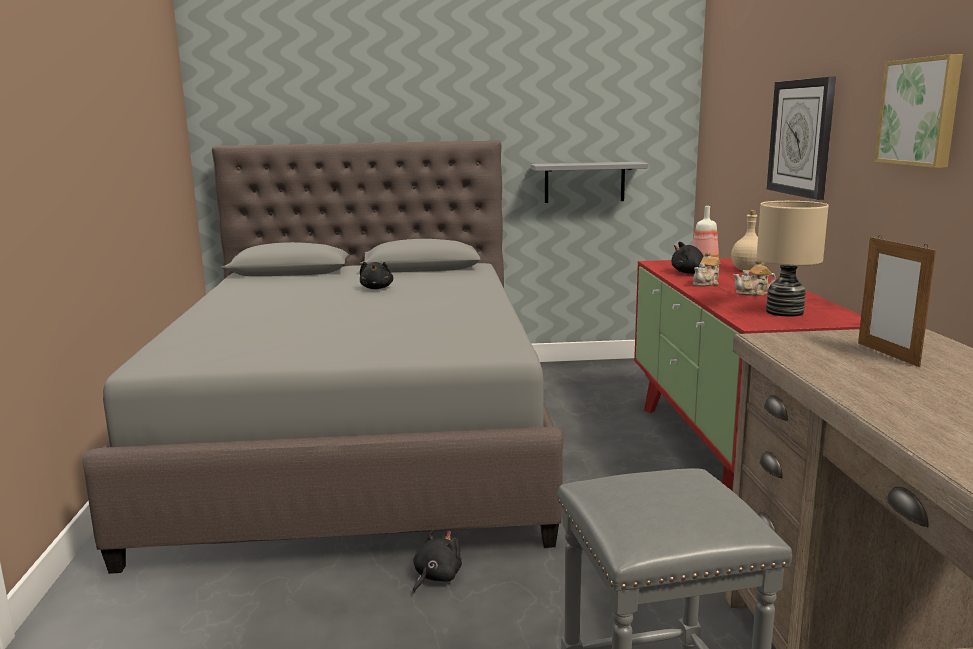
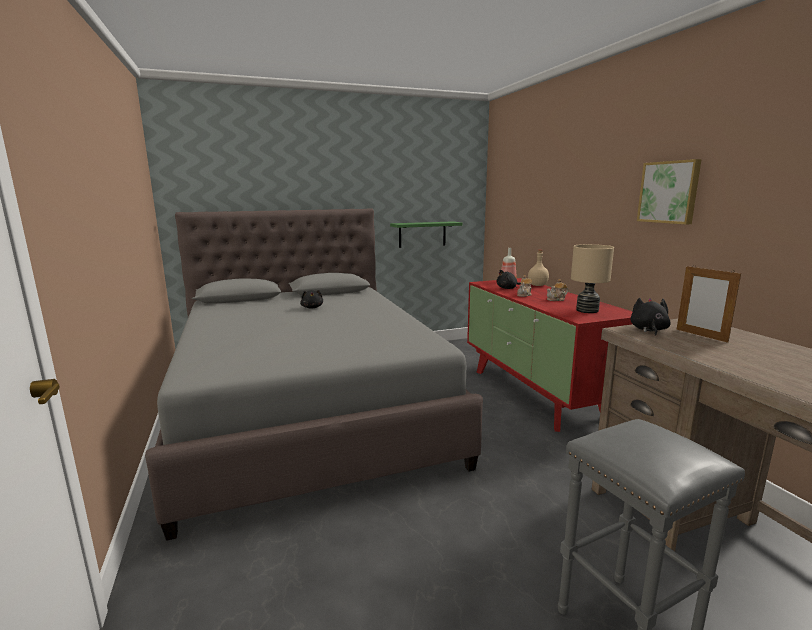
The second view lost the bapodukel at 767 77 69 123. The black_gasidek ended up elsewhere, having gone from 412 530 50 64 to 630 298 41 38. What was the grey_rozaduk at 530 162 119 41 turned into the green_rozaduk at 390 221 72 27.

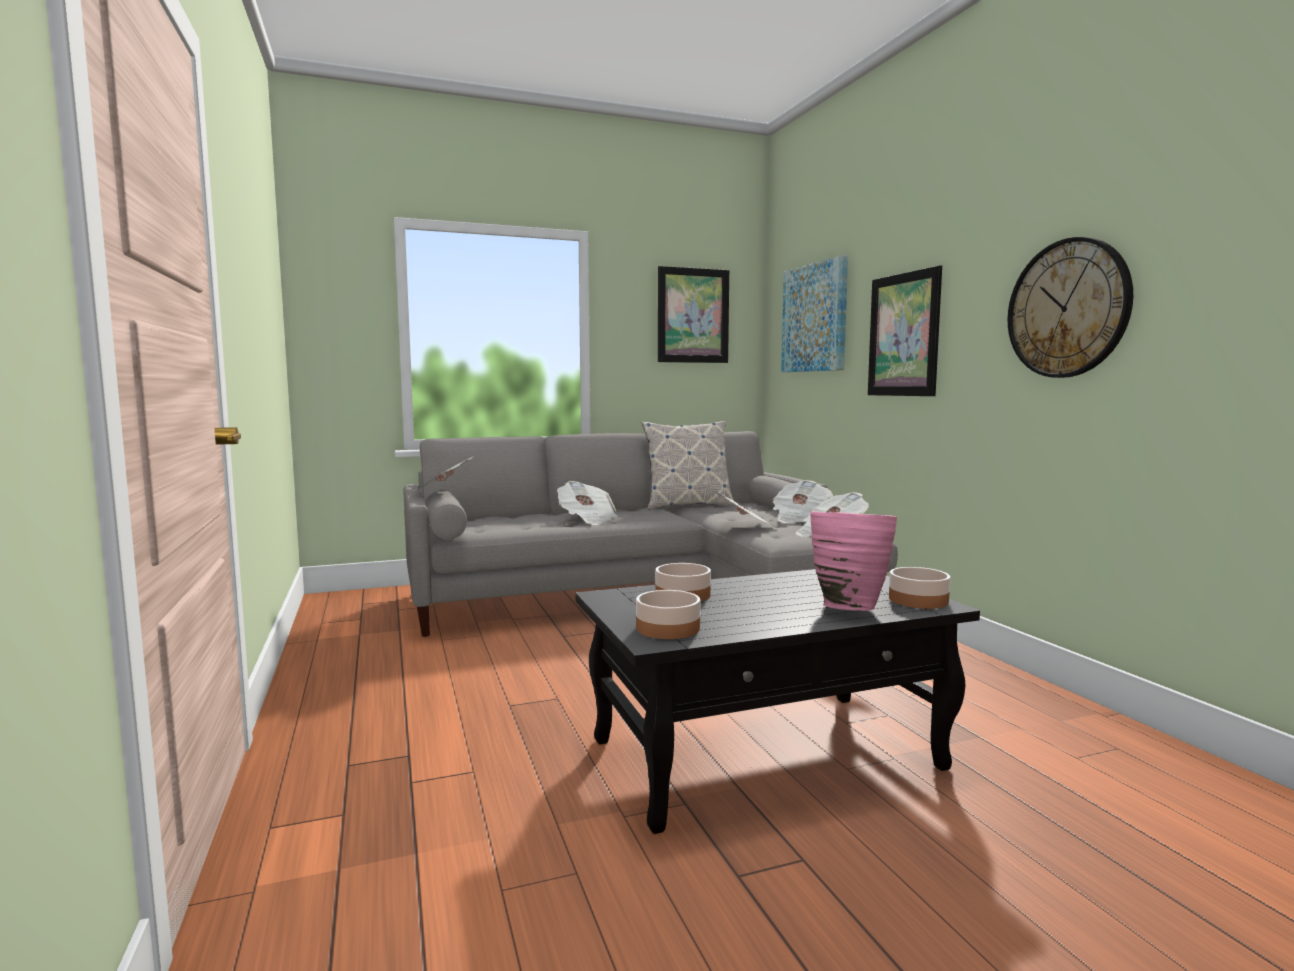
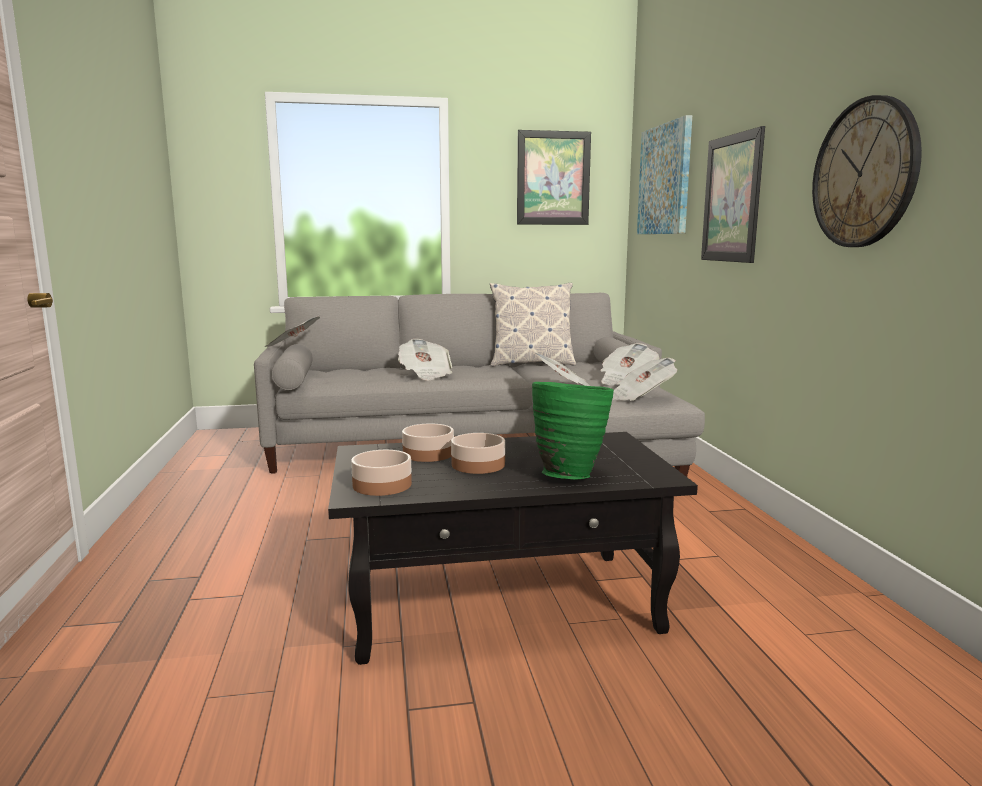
The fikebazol ended up elsewhere, having gone from 889 567 61 42 to 451 433 54 41. What was the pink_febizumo at 810 511 87 100 turned into the green_febizumo at 532 382 82 97.

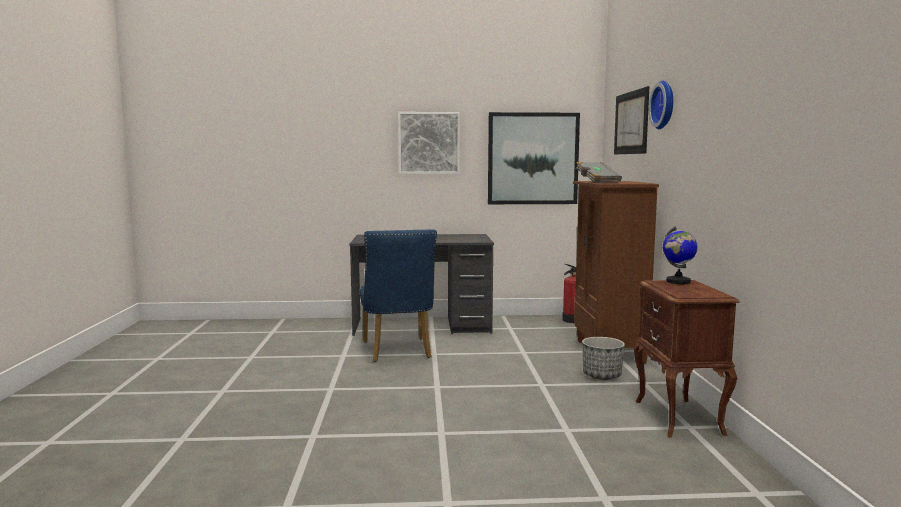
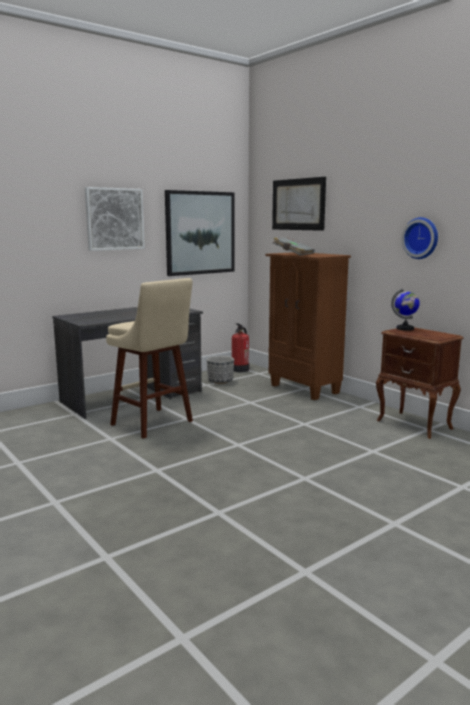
The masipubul ended up elsewhere, having gone from 582 337 43 43 to 206 356 28 28. The bapodukel ended up elsewhere, having gone from 649 80 24 49 to 401 217 37 42. Where the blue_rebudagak stood at 360 229 77 133, the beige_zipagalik came to stand at 106 278 87 161.

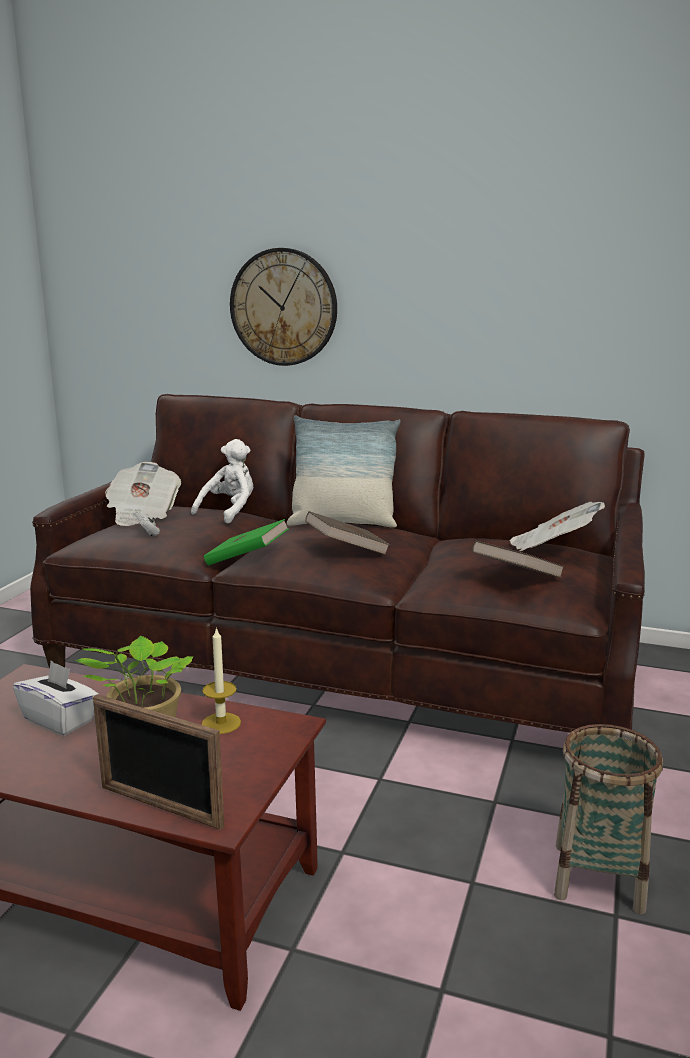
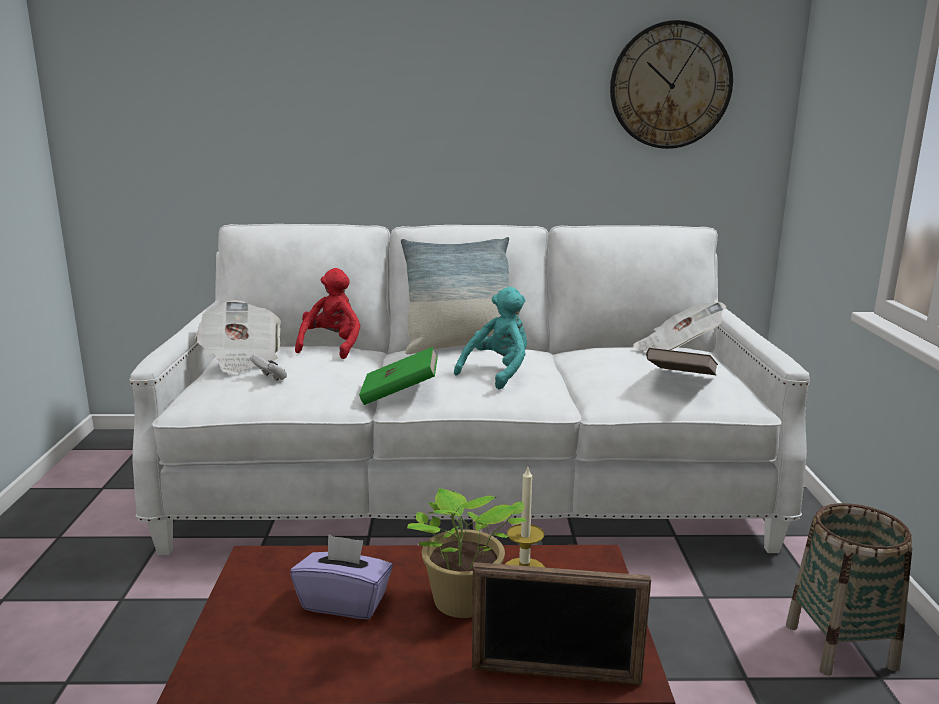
The bapodukel ended up elsewhere, having gone from 230 248 107 118 to 610 20 123 129. Where the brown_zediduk stood at 305 511 85 44, the turquoise_gasidek came to stand at 454 287 73 103. What was the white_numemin at 13 661 86 74 turned into the purple_numemin at 290 534 103 85. What was the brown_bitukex at 30 394 615 339 turned into the white_bitukex at 129 224 681 331. What was the white_gasidek at 191 439 62 85 turned into the red_gasidek at 295 268 65 91.

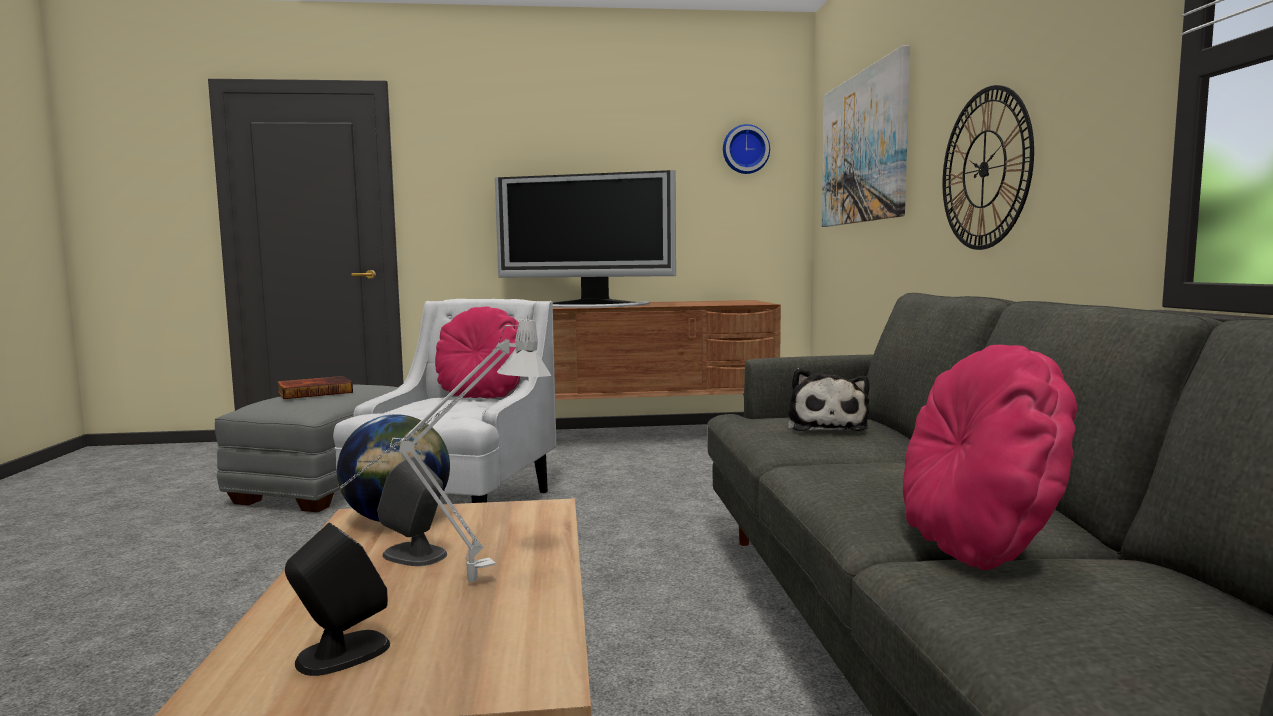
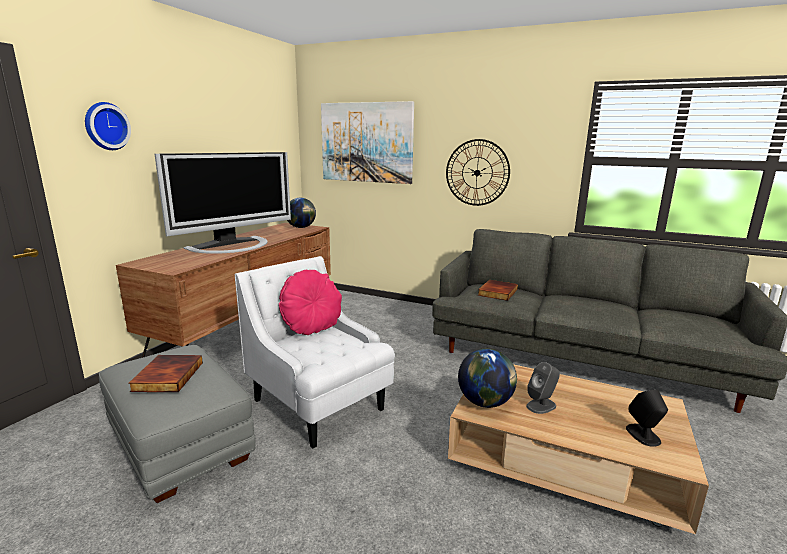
The second view lost the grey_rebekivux at 339 315 212 267. The second view lost the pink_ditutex at 903 345 174 225. The second view gained the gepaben at 287 198 29 30. The bapodukel ended up elsewhere, having gone from 723 124 47 50 to 85 102 46 48. Where the gasidek stood at 788 368 82 63, the zediduk came to stand at 478 280 40 21.

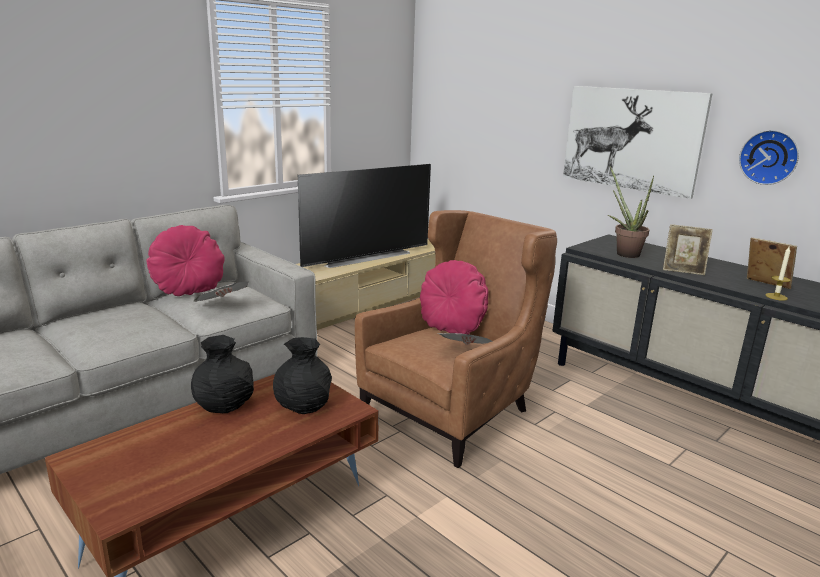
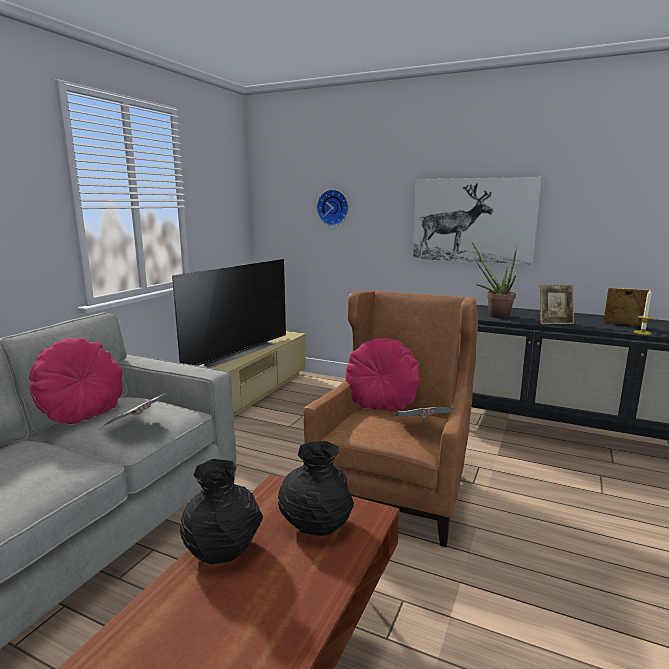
The bapodukel ended up elsewhere, having gone from 739 130 60 55 to 317 189 32 37.

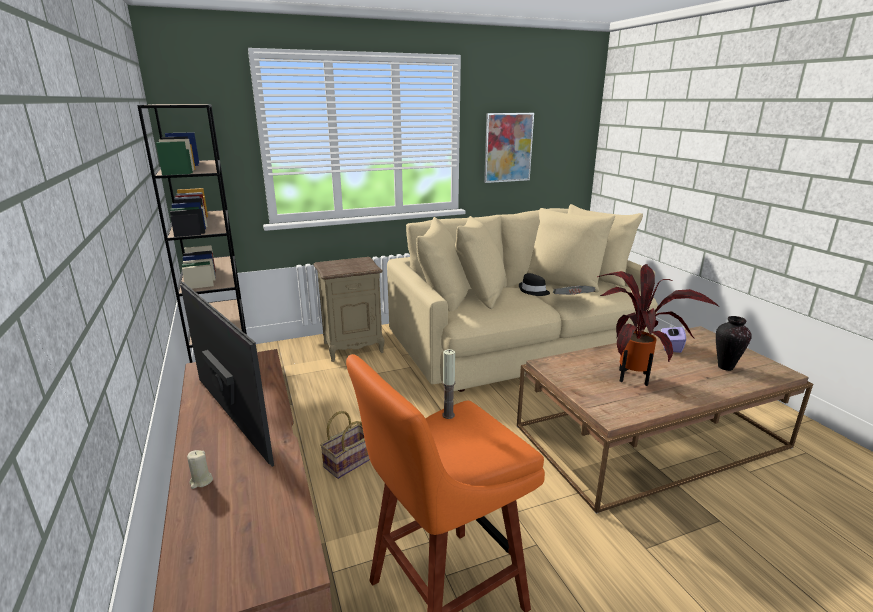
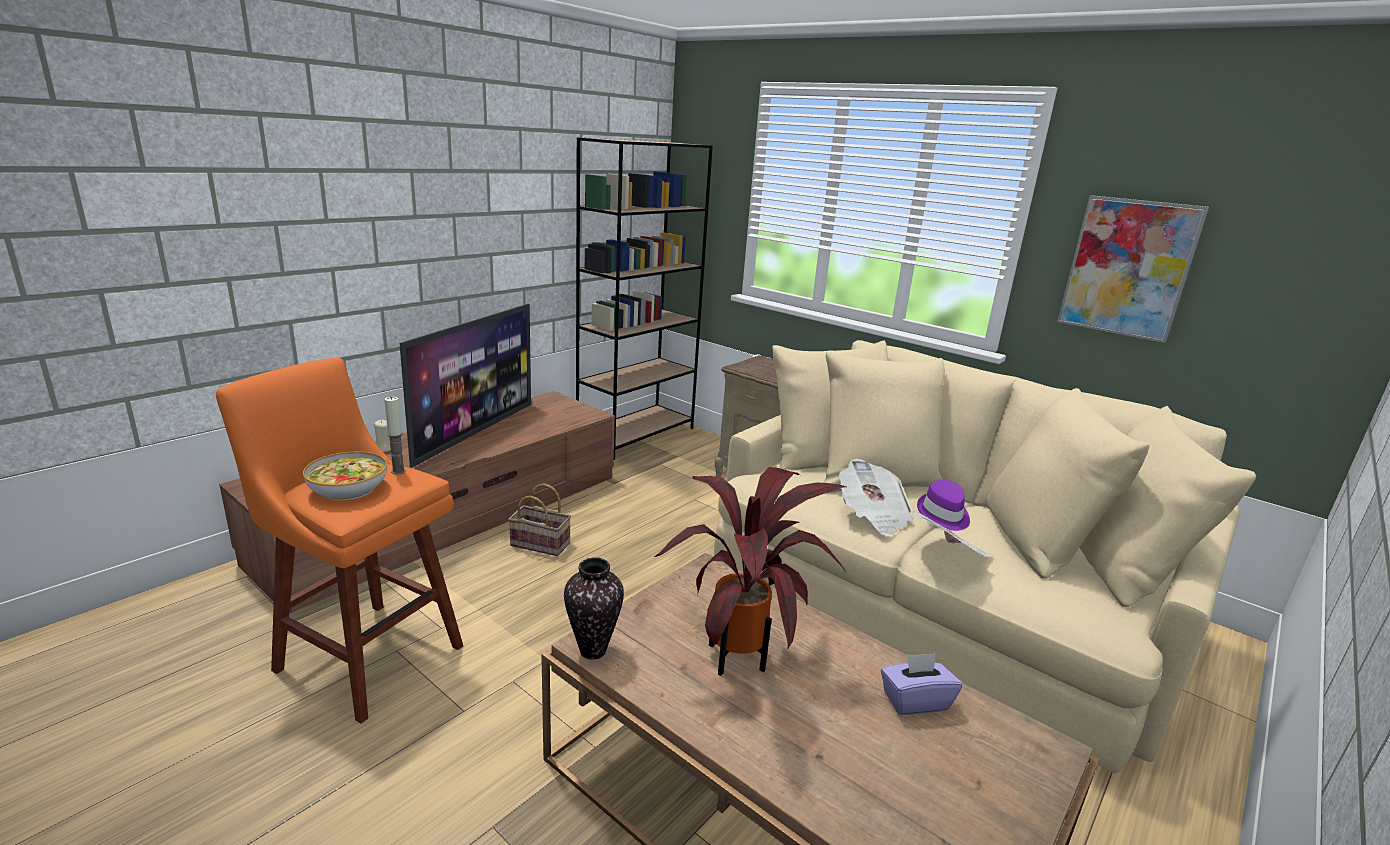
The second view gained the fikebazol at 303 451 84 50. The second view gained the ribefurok at 839 459 75 78. The febizumo ended up elsewhere, having gone from 716 316 36 55 to 564 557 60 103. What was the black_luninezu at 519 273 31 23 turned into the purple_luninezu at 917 480 53 51.

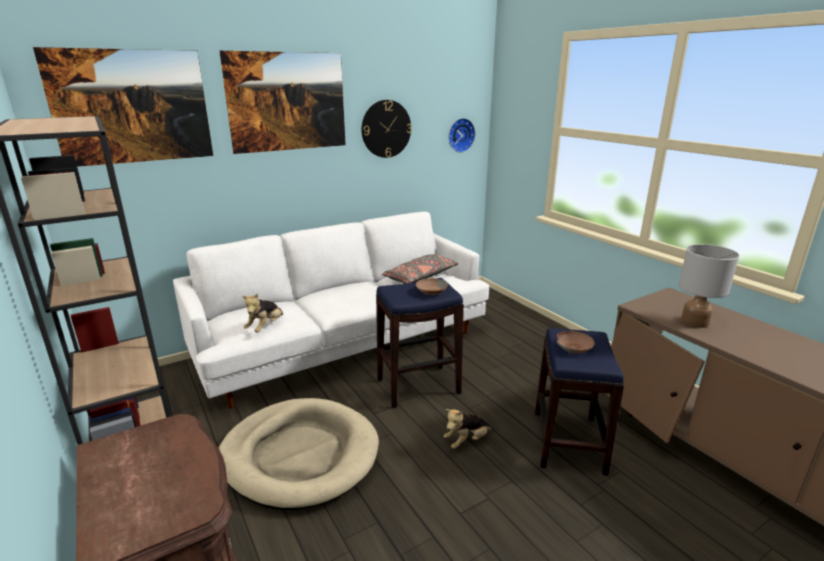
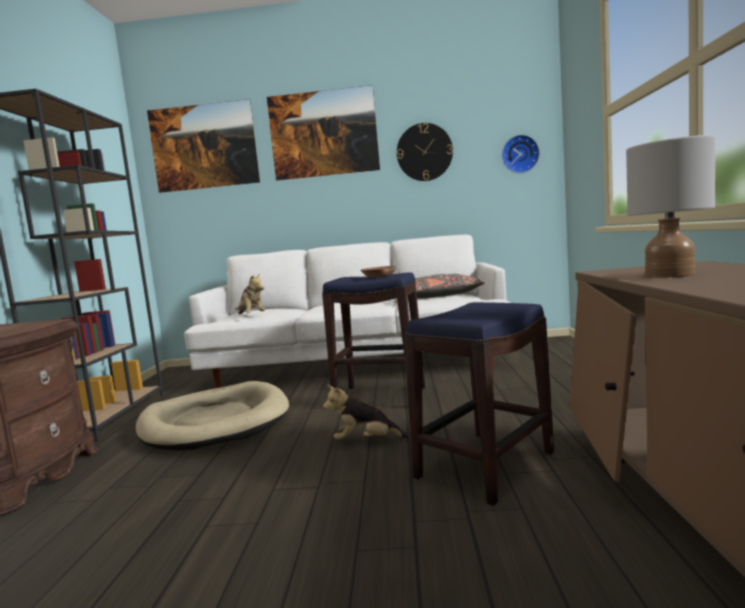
The second view lost the brown_fikebazol at 557 331 38 22. The gasidek at 242 293 41 39 ended up facing another way, 90 degrees counterclockwise from before.

